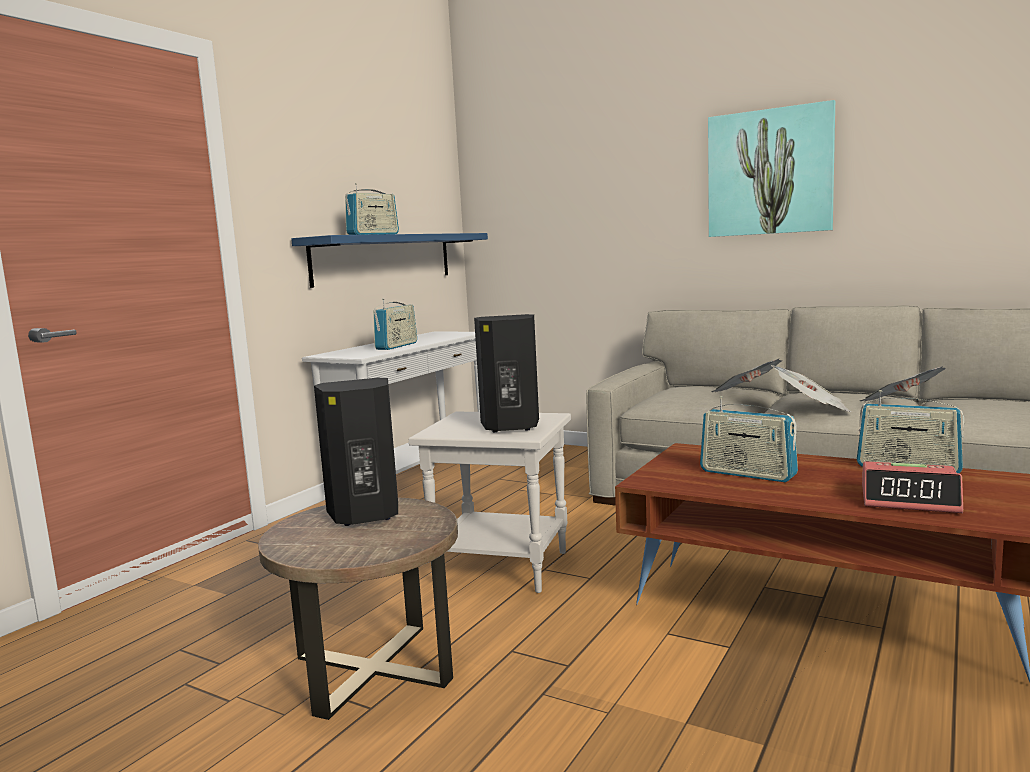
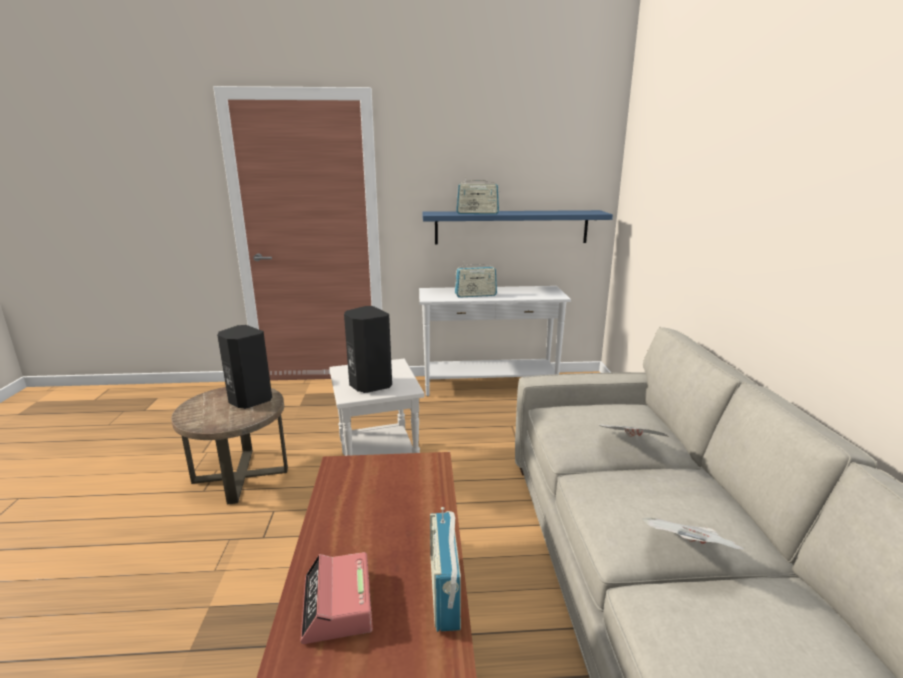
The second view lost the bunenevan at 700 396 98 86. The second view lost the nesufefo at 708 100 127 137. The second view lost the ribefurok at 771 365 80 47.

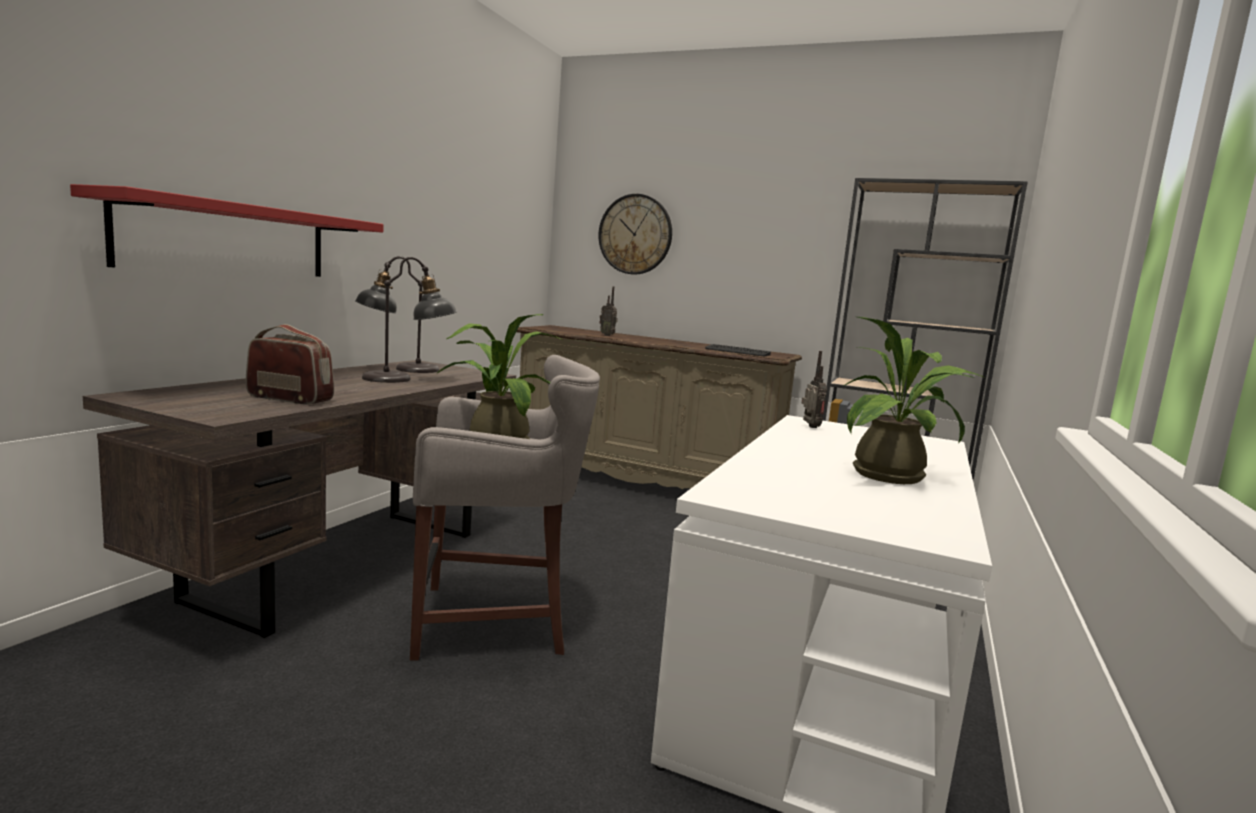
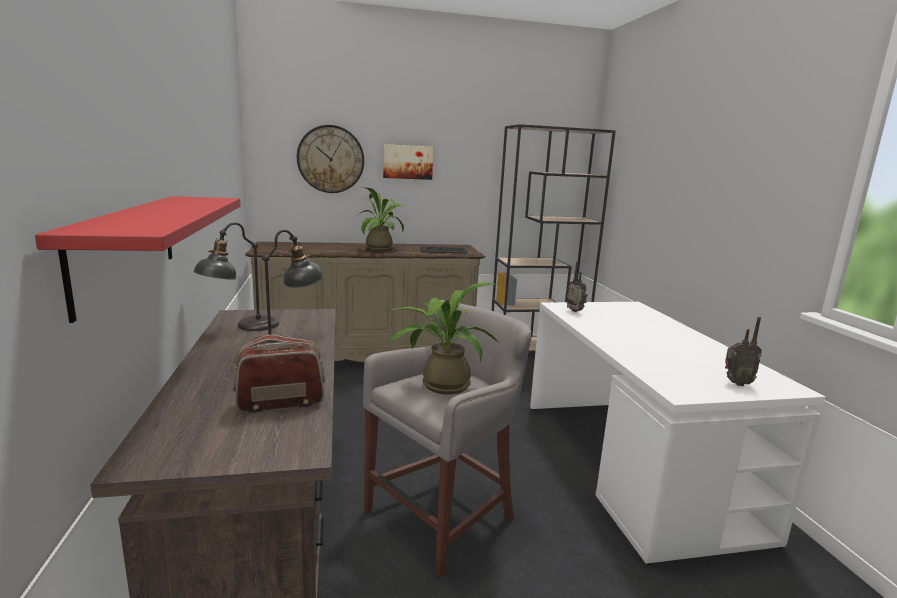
The second view gained the nesufefo at 383 144 50 36. The bunenevan ended up elsewhere, having gone from 599 287 19 49 to 725 317 37 69. The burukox ended up elsewhere, having gone from 844 317 139 167 to 359 187 46 65.

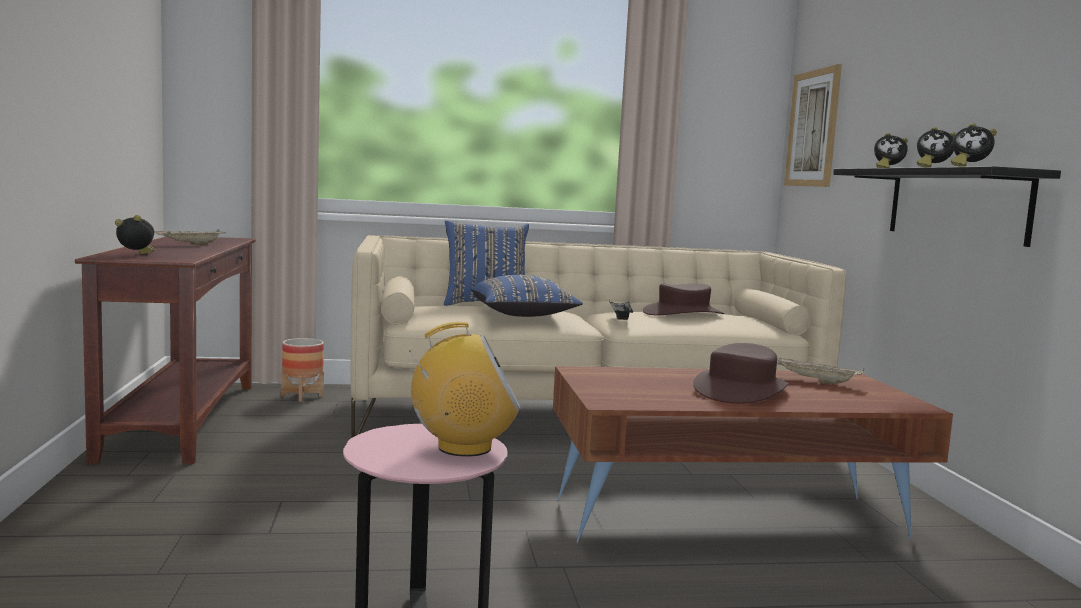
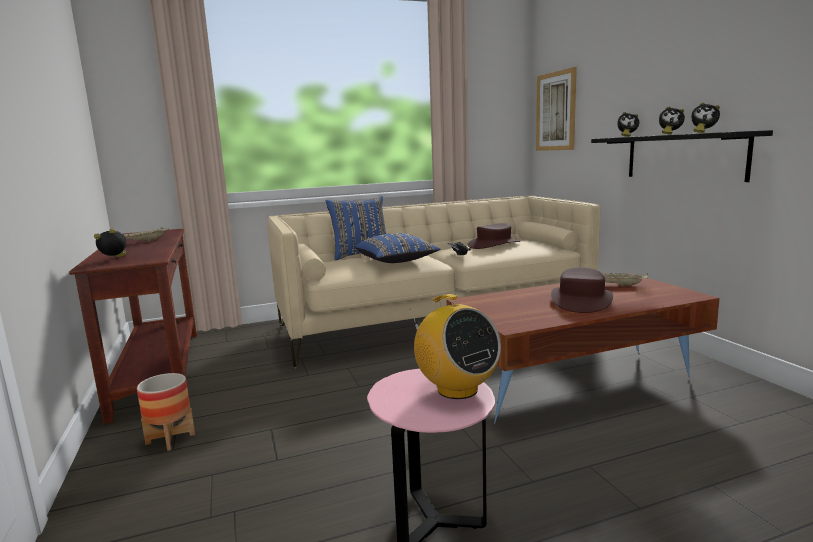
The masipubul ended up elsewhere, having gone from 281 338 43 64 to 137 373 58 78. The bunenevan at 409 322 112 135 ended up facing another way, 75 degrees clockwise from before.

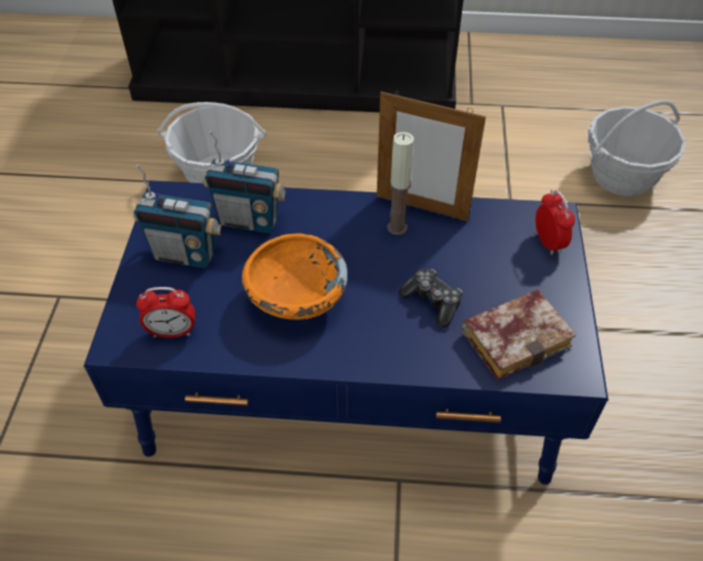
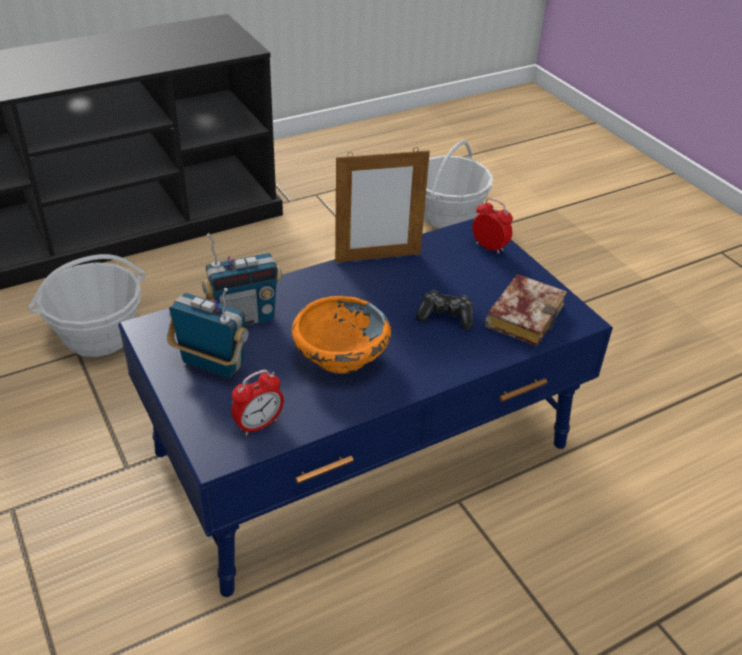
The second view lost the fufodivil at 387 132 27 103. The bunenevan at 133 164 89 104 ended up facing another way, 135 degrees counterclockwise from before.

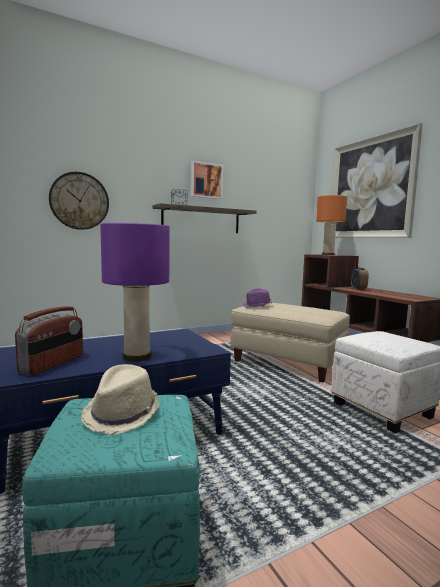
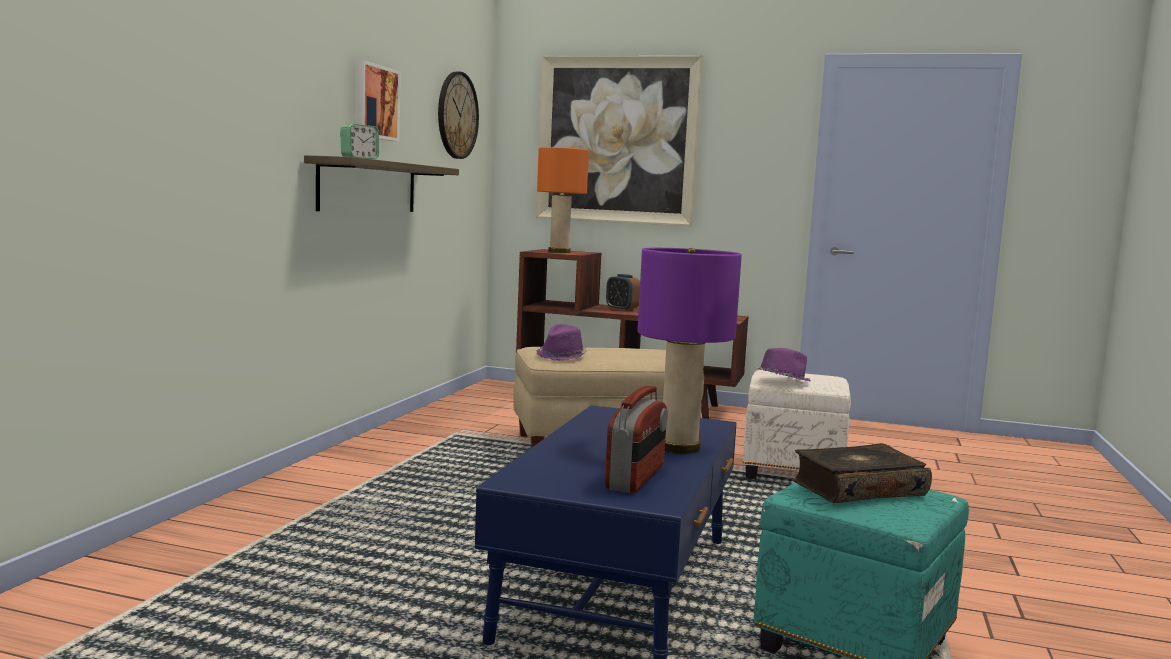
The second view gained the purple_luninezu at 756 348 55 34. The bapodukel ended up elsewhere, having gone from 49 172 60 58 to 438 72 41 87. Where the beige_luninezu stood at 81 364 79 71, the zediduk came to stand at 792 443 140 60. The bunenevan at 15 306 68 69 ended up facing another way, 45 degrees clockwise from before.

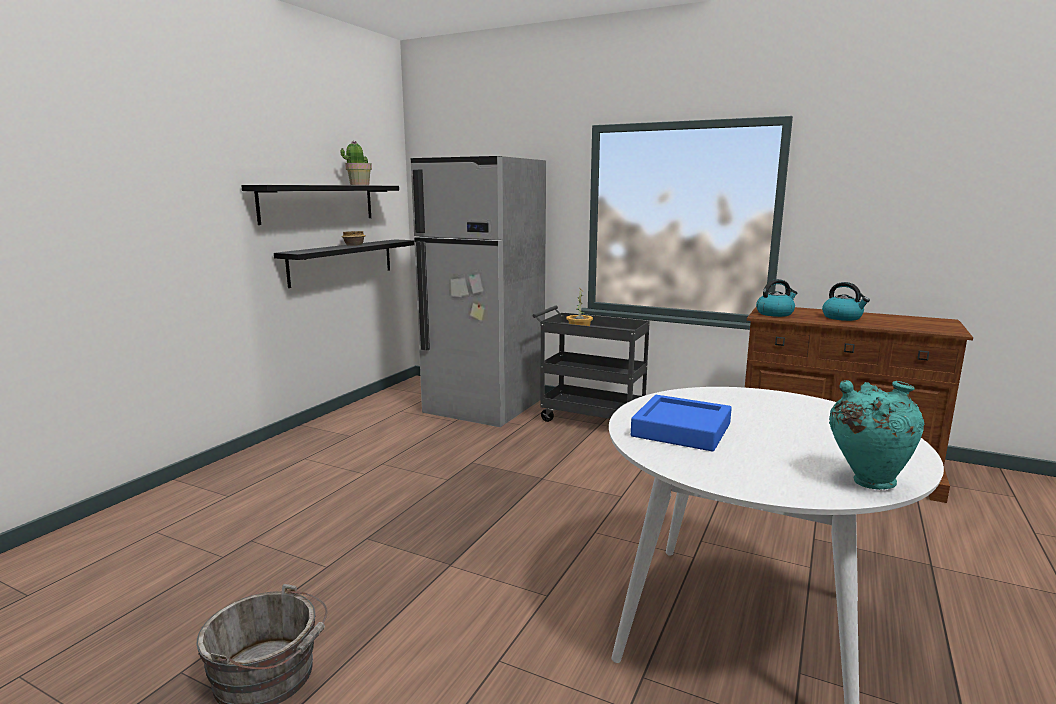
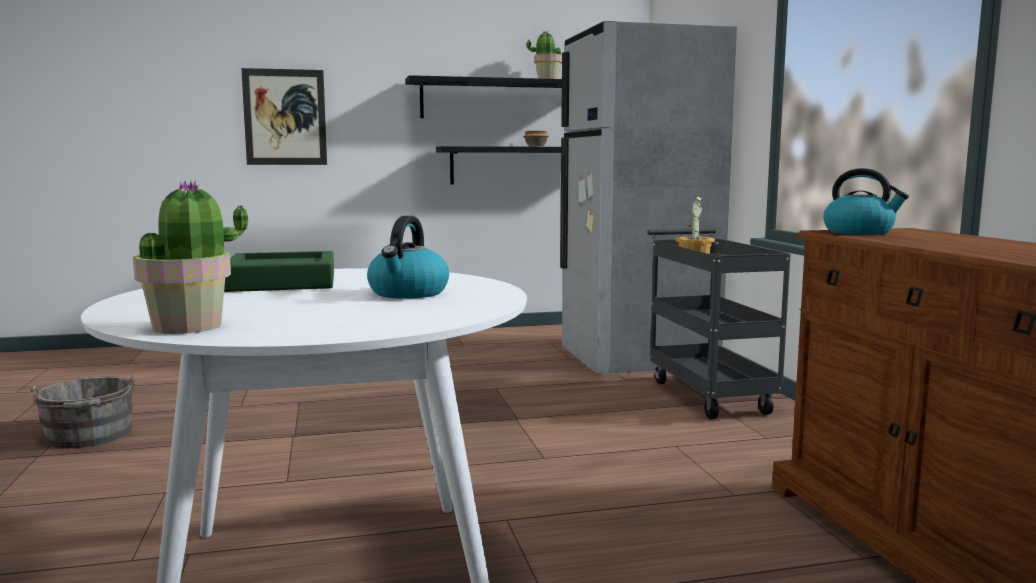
The second view gained the nesufefo at 241 68 86 97. The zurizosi ended up elsewhere, having gone from 822 282 48 39 to 367 216 82 83. Where the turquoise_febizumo stood at 829 380 96 110, the burukox came to stand at 133 180 115 154. What was the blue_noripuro at 631 395 101 56 turned into the green_noripuro at 224 251 110 41.

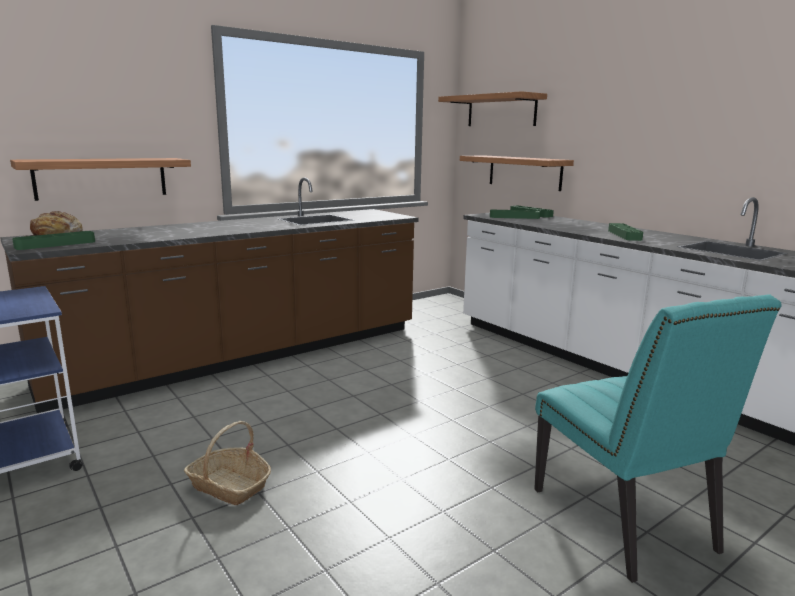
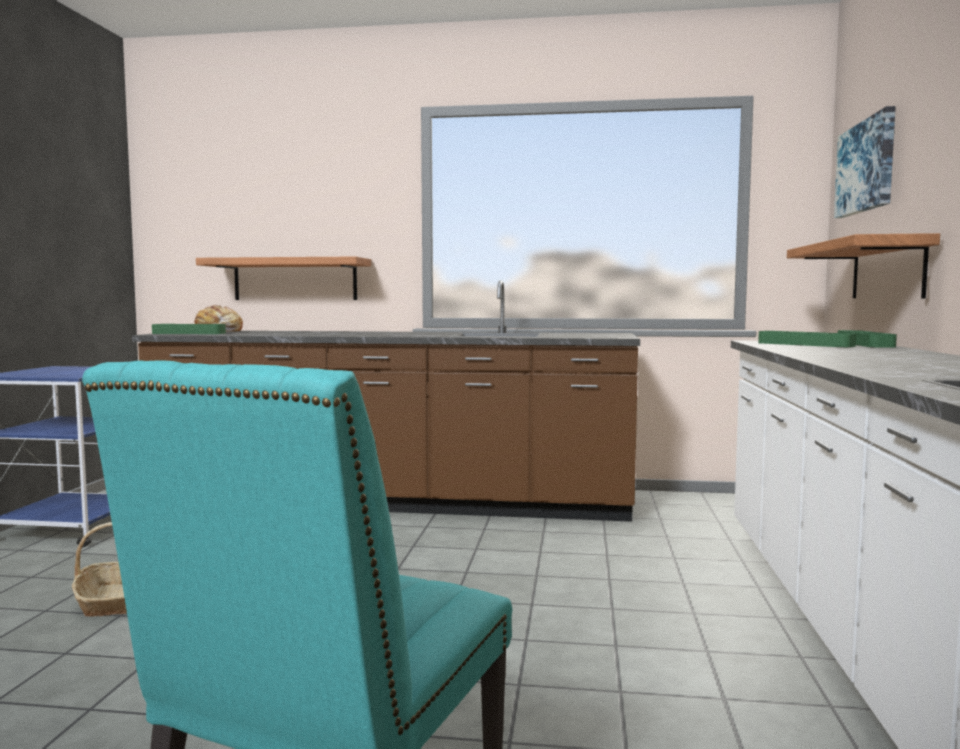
The second view lost the green_noripuro at 608 223 35 18. Where the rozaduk hung at 438 91 109 35, the nesufefo came to hang at 834 106 62 112.

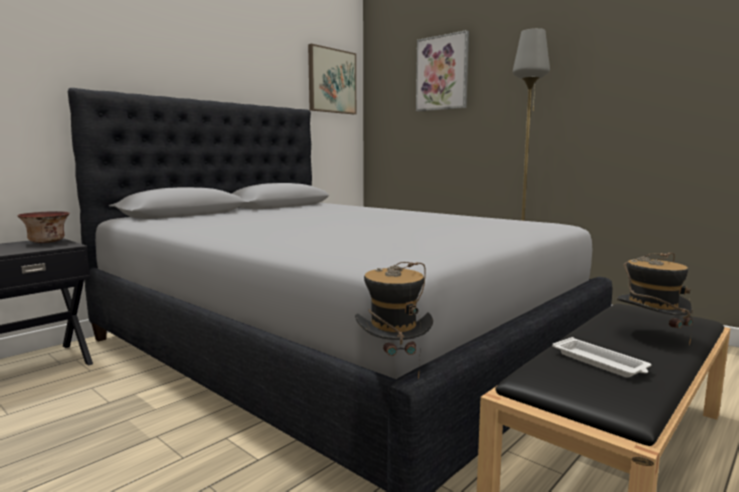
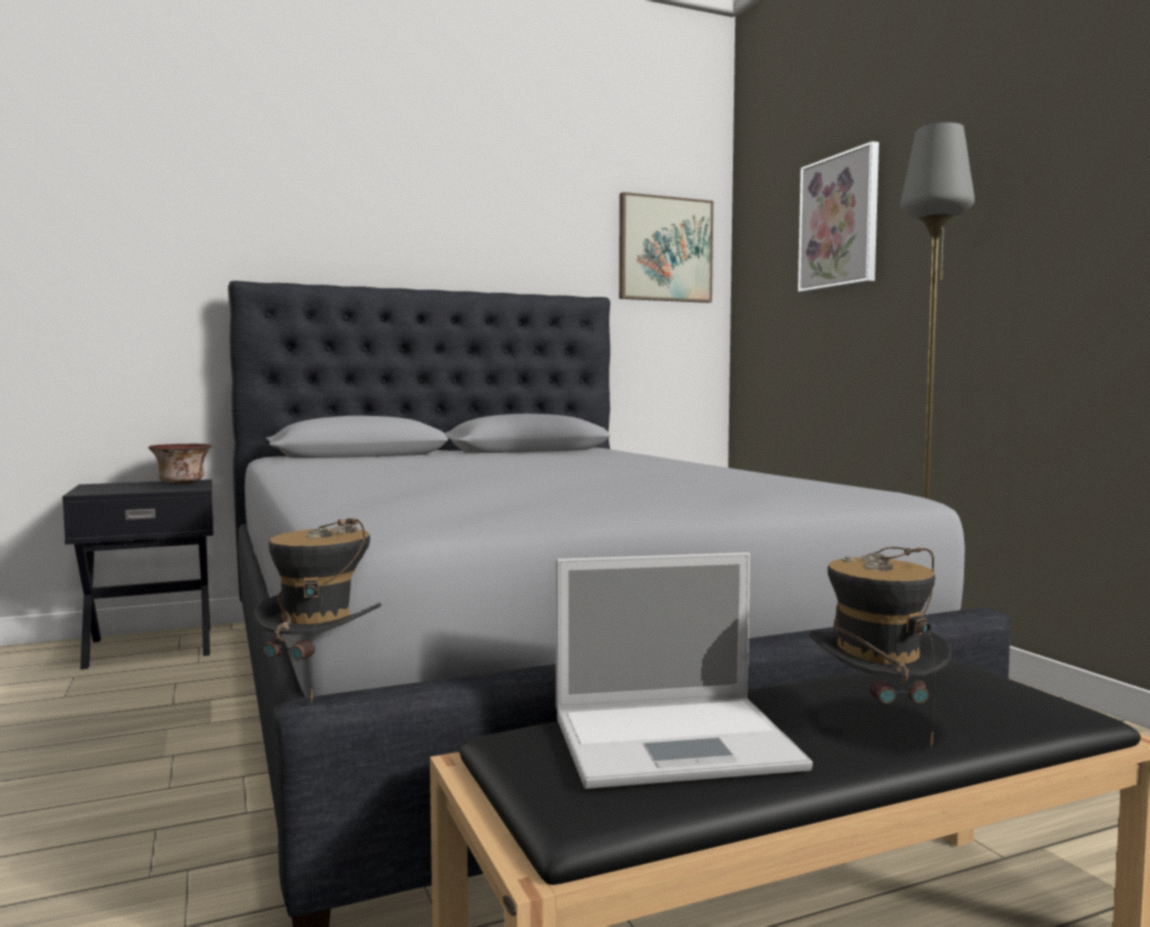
Where the white_noripuro stood at 552 337 99 41, the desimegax came to stand at 556 552 257 237.

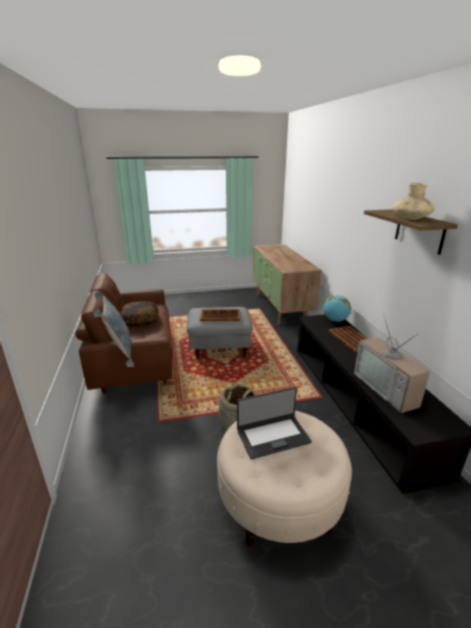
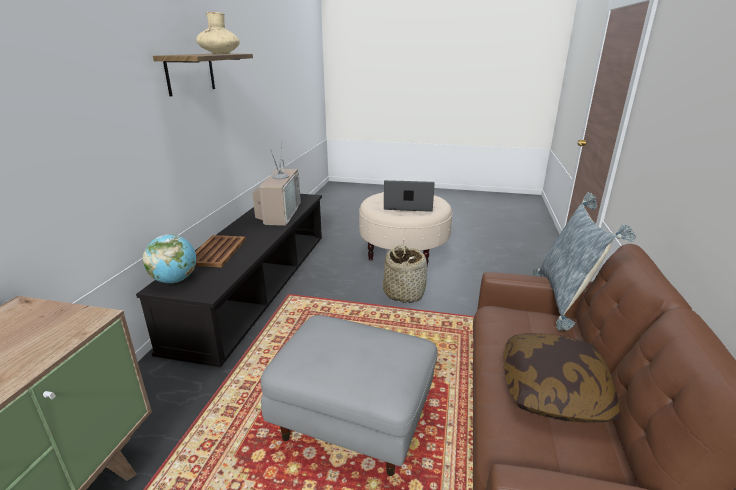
The second view lost the brown_noripuro at 200 309 40 12.

